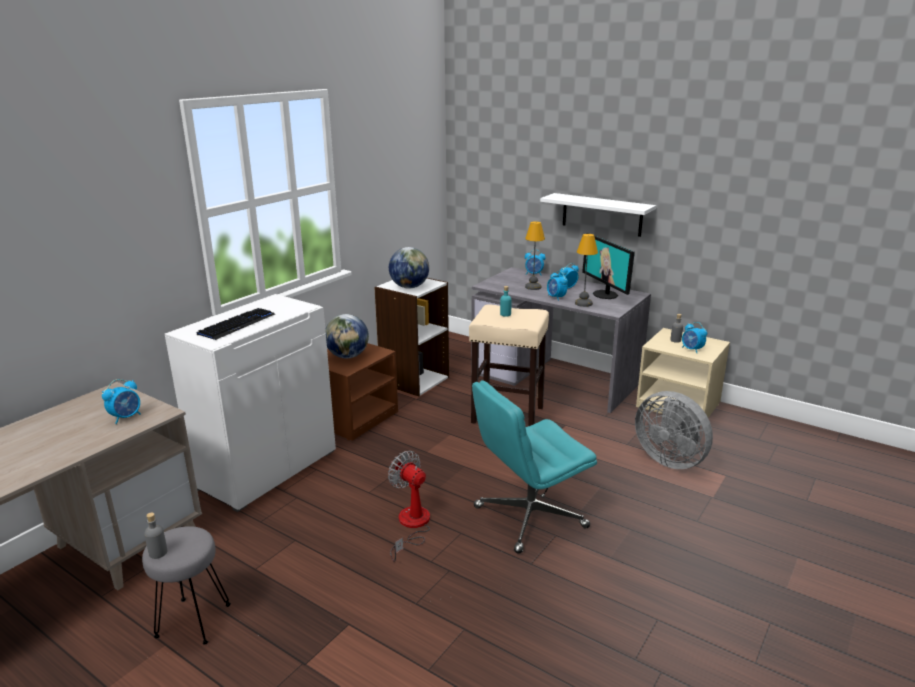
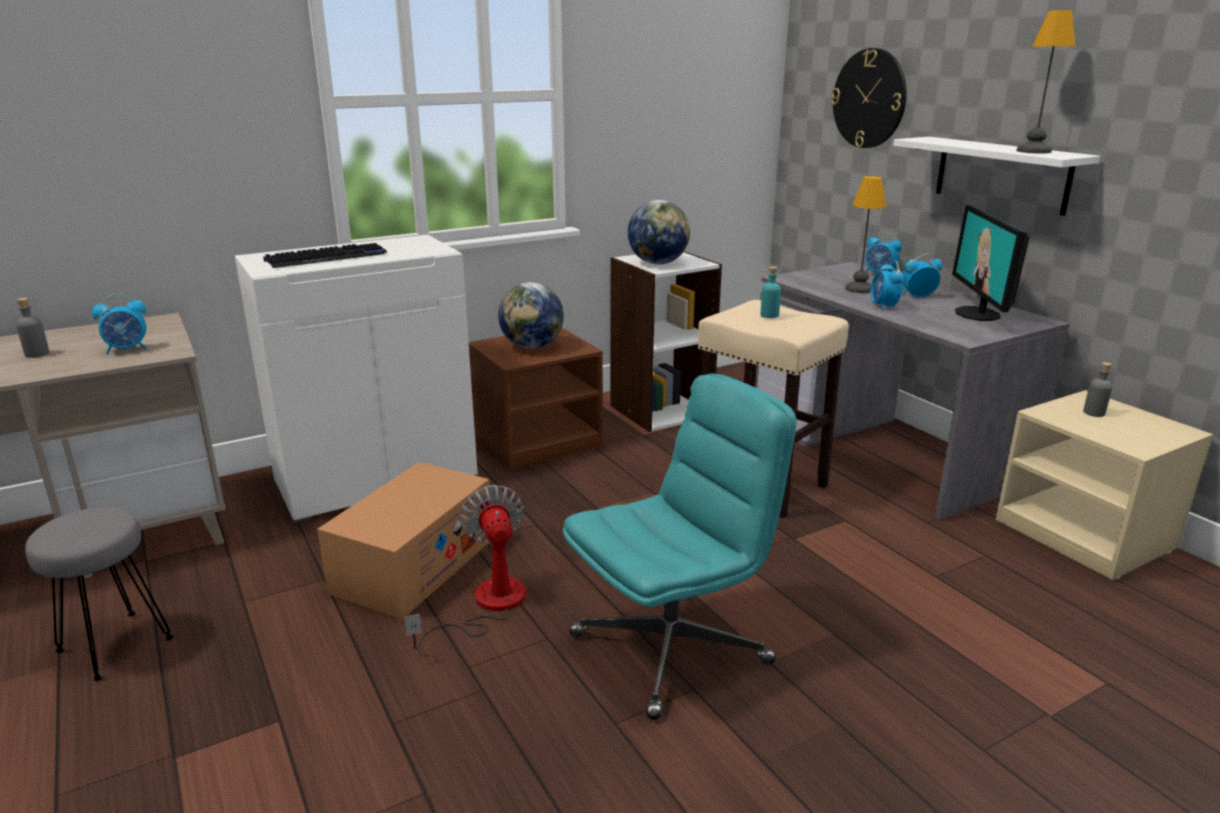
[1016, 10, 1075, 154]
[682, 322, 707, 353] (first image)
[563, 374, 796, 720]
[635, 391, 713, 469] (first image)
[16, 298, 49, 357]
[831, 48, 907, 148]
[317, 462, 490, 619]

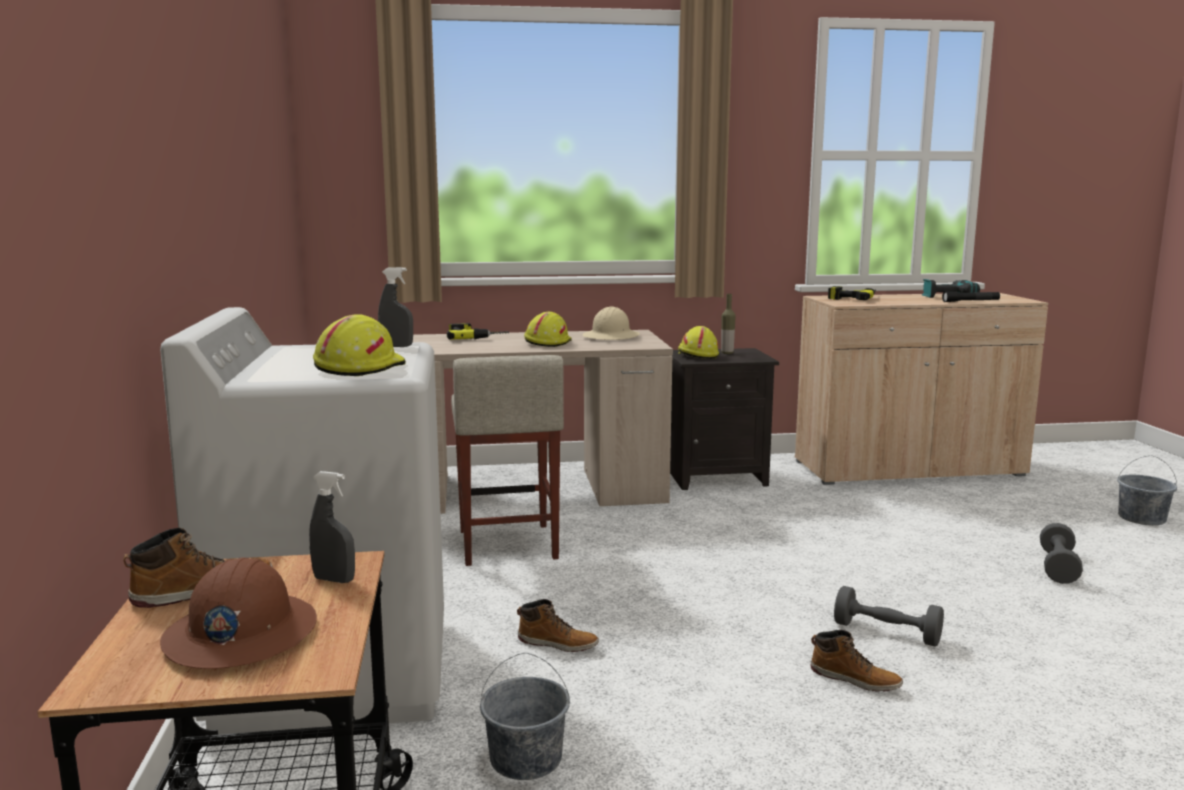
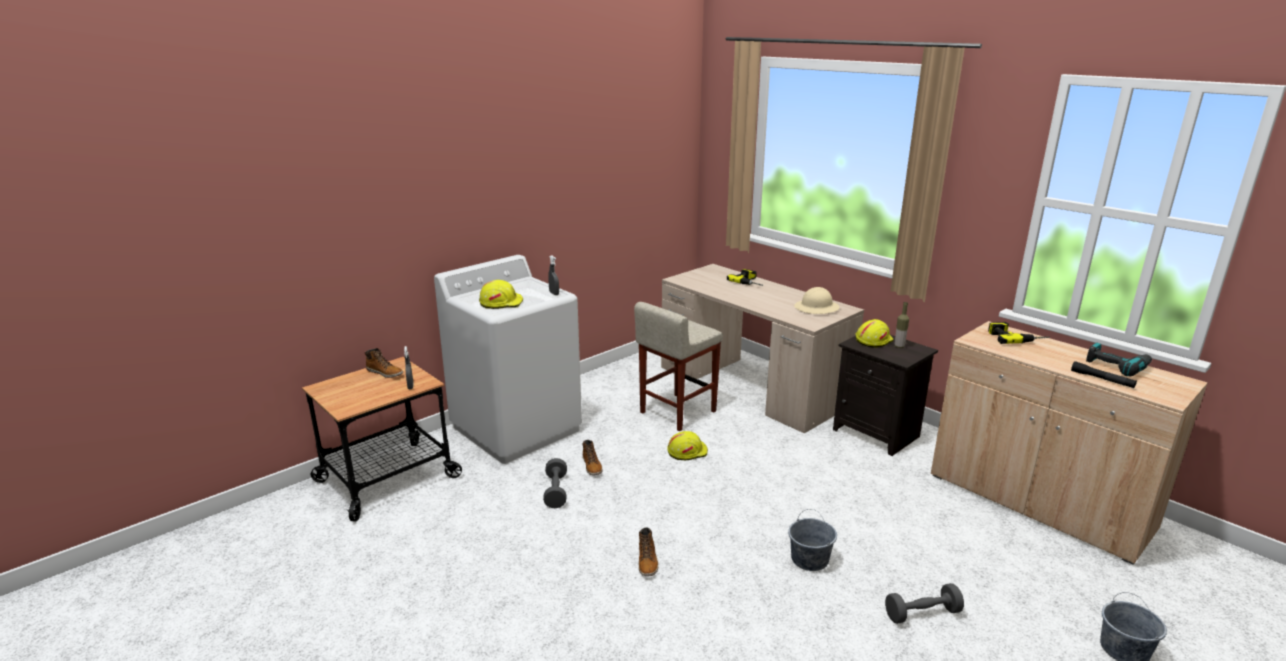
[667, 431, 708, 460]
[160, 558, 317, 669] (first image)
[543, 458, 567, 508]
[788, 509, 837, 571]

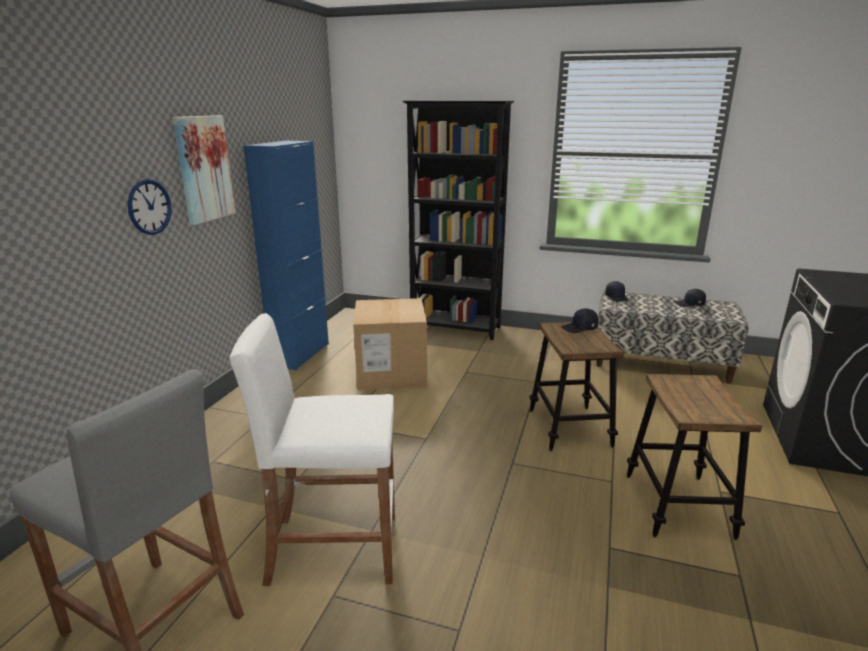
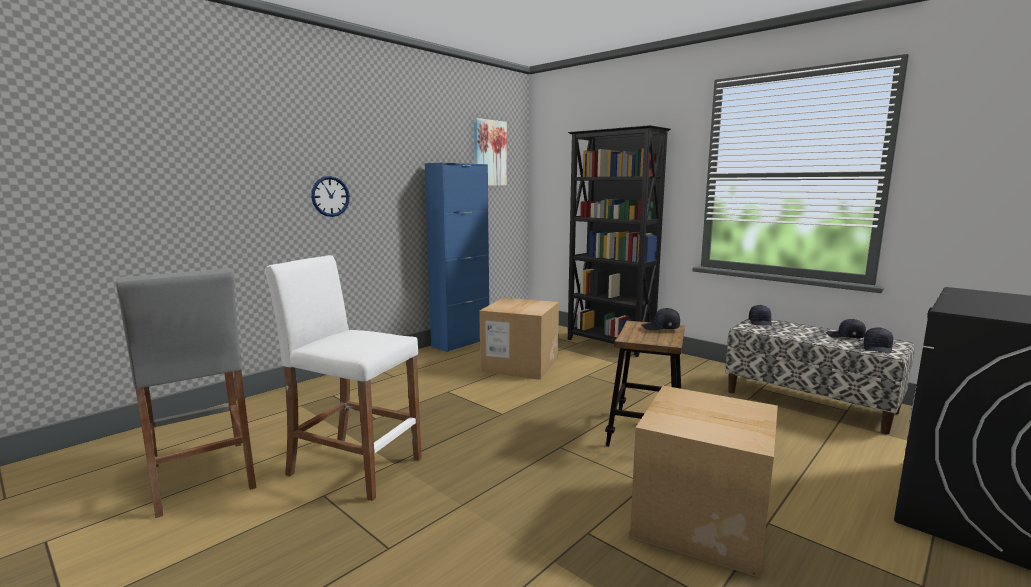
[474, 118, 507, 186]
[630, 386, 778, 578]
[864, 327, 893, 353]

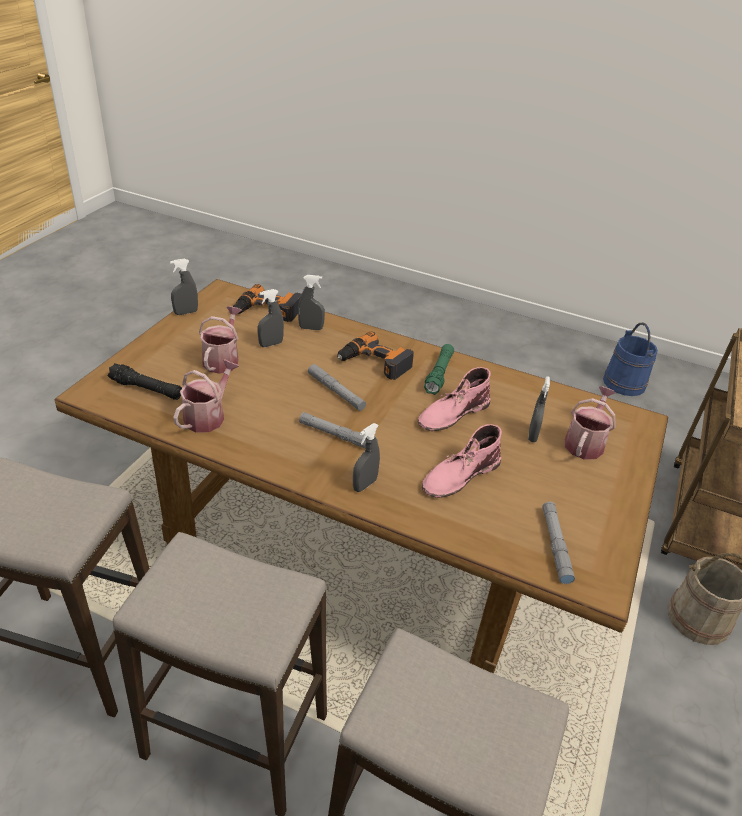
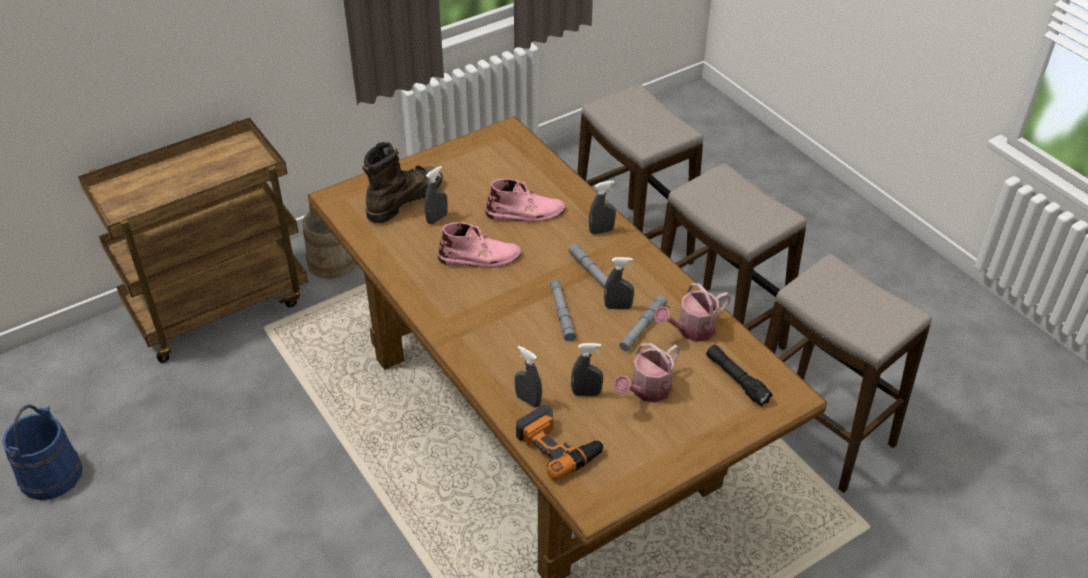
[604, 257, 634, 310]
[337, 332, 414, 380] (first image)
[424, 344, 454, 395] (first image)
[362, 142, 443, 224]
[619, 295, 667, 351]

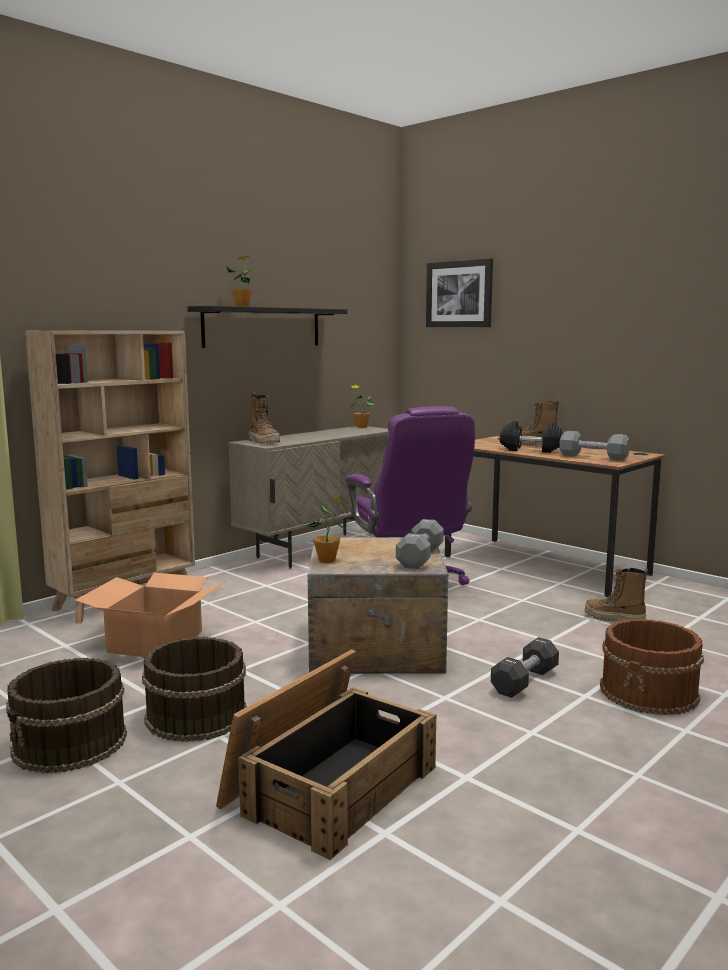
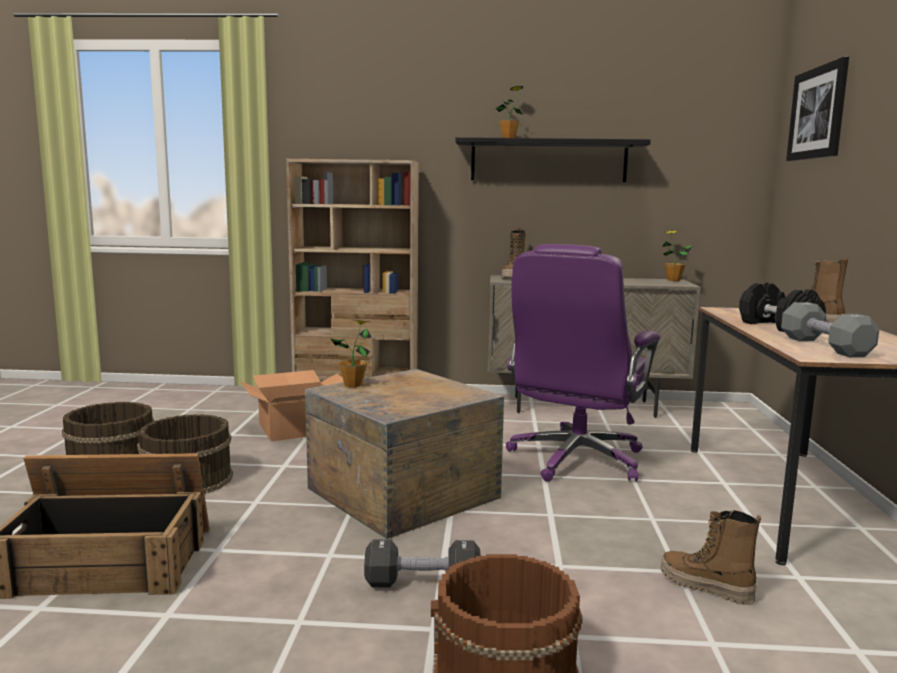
[396, 519, 444, 569] (first image)
[660, 510, 761, 605]

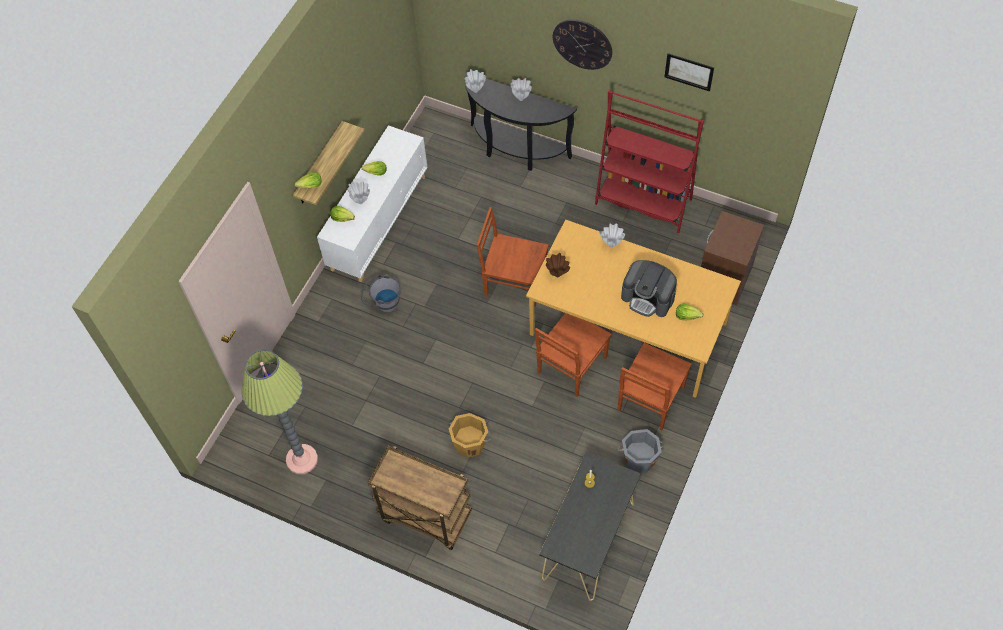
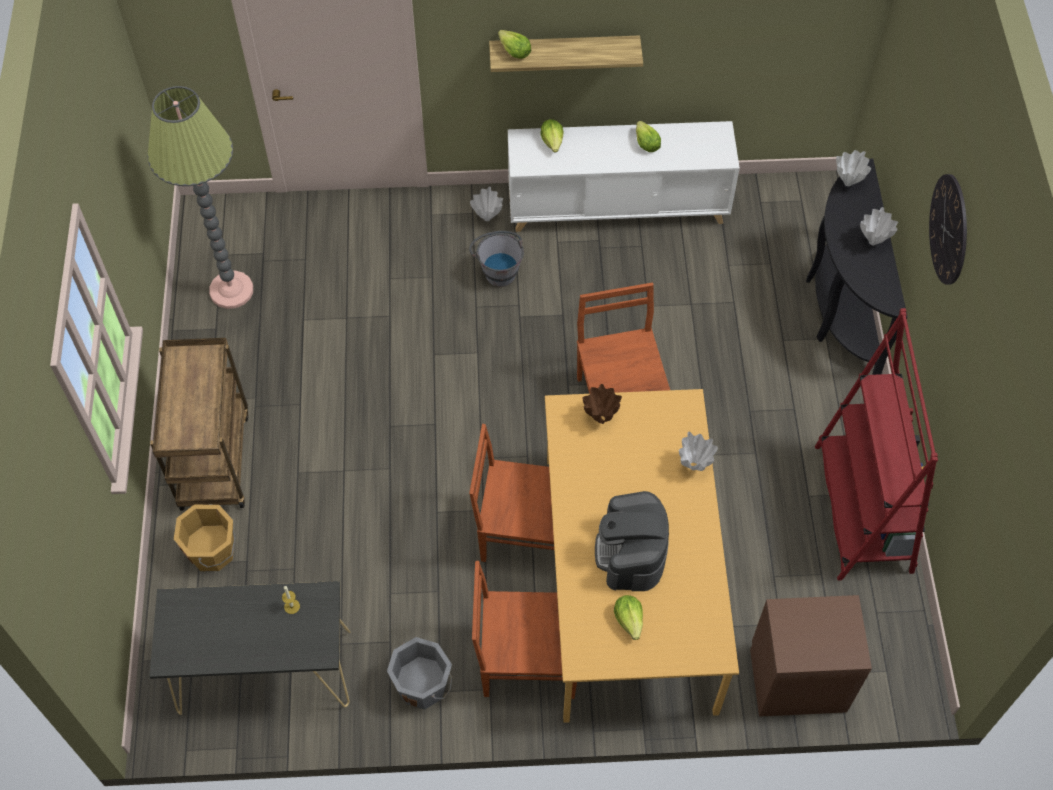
[664, 53, 714, 91] (first image)
[470, 186, 503, 221]
[174, 504, 236, 571]

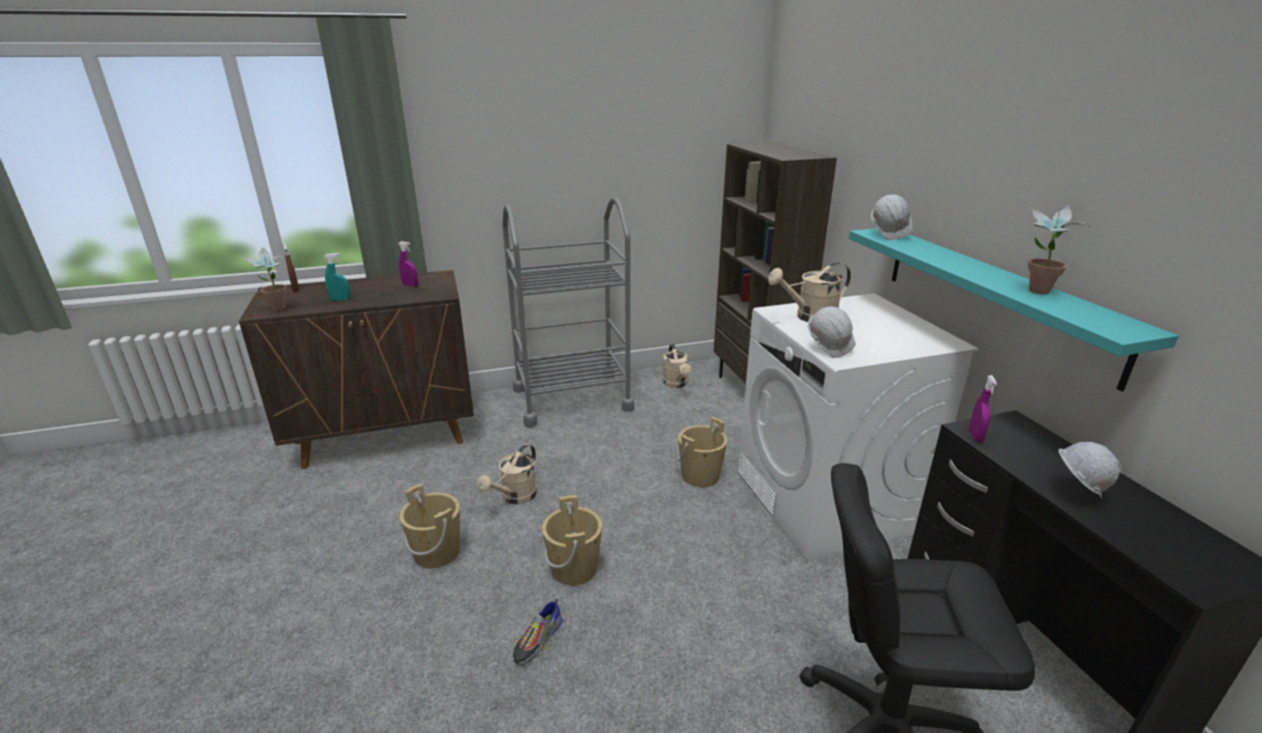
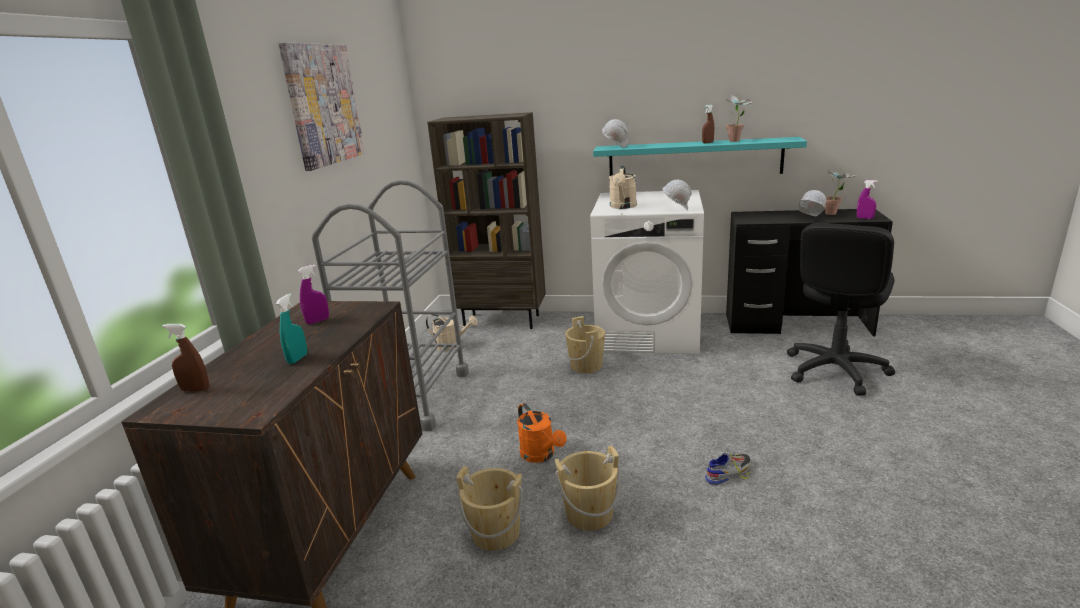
[825, 168, 856, 215]
[857, 180, 877, 219]
[517, 403, 567, 463]
[456, 466, 523, 551]
[705, 452, 751, 485]
[278, 42, 365, 171]
[702, 104, 714, 143]

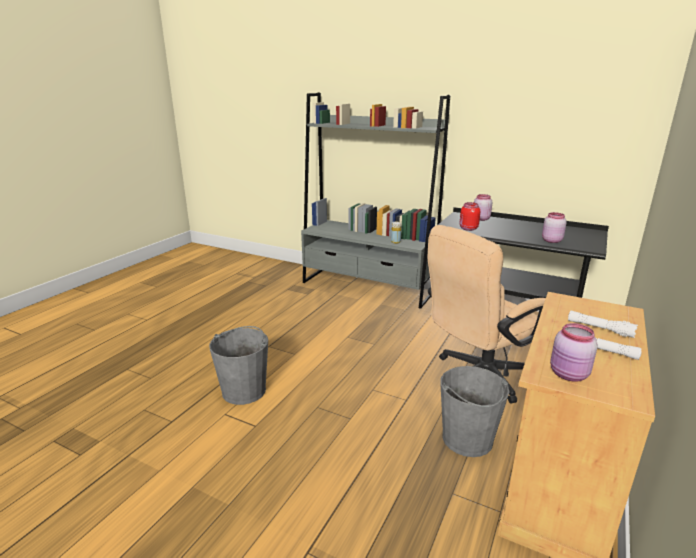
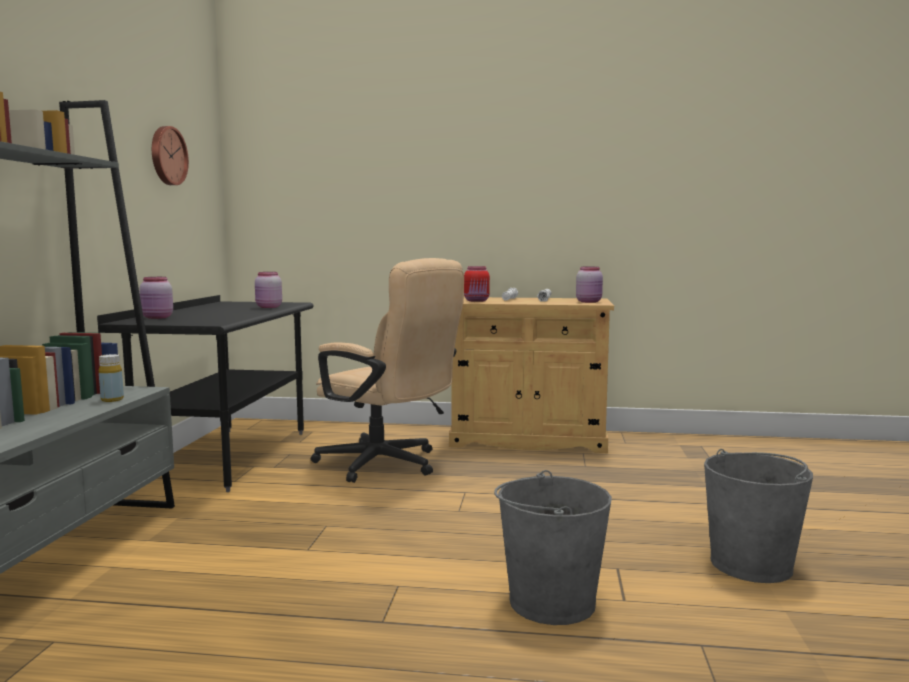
[464, 266, 490, 302]
[704, 449, 813, 583]
[152, 126, 189, 185]

